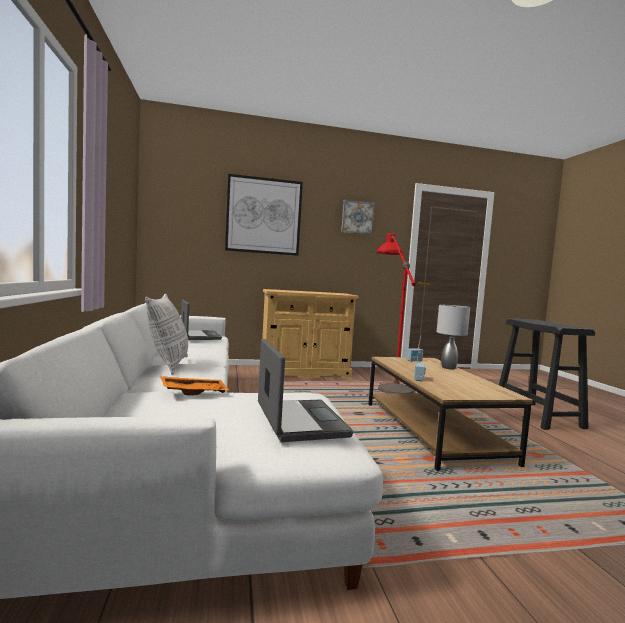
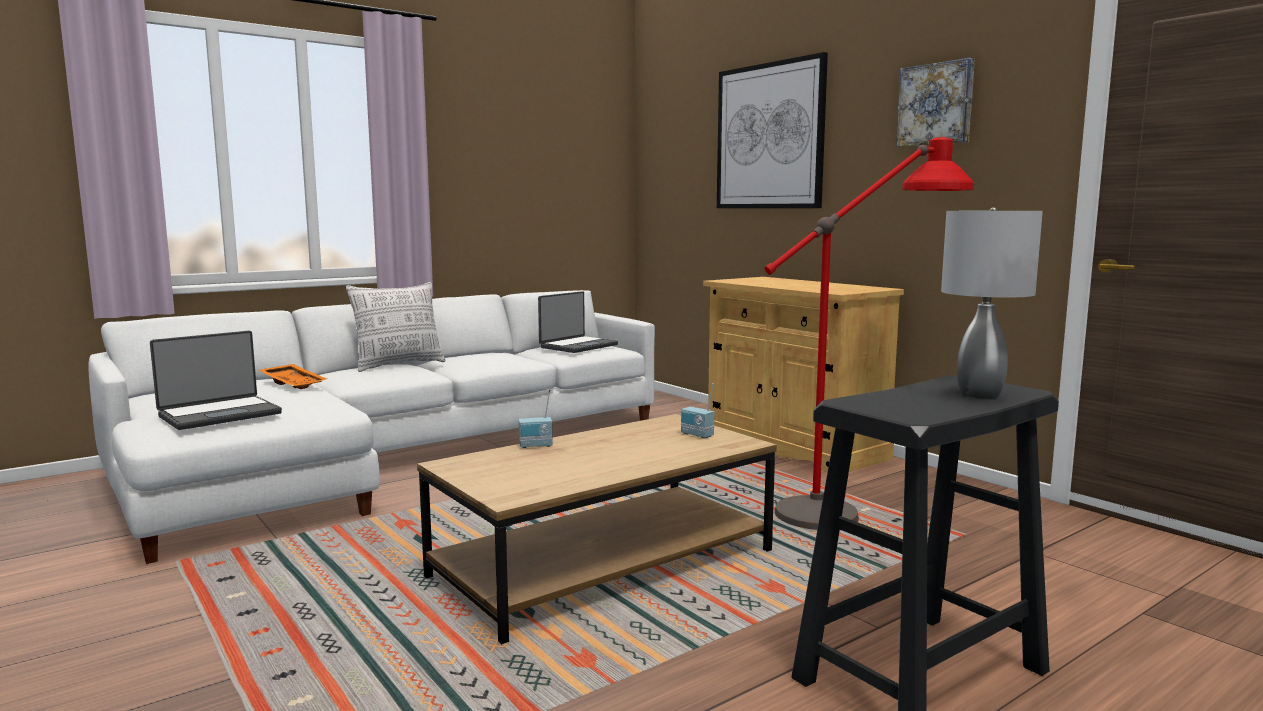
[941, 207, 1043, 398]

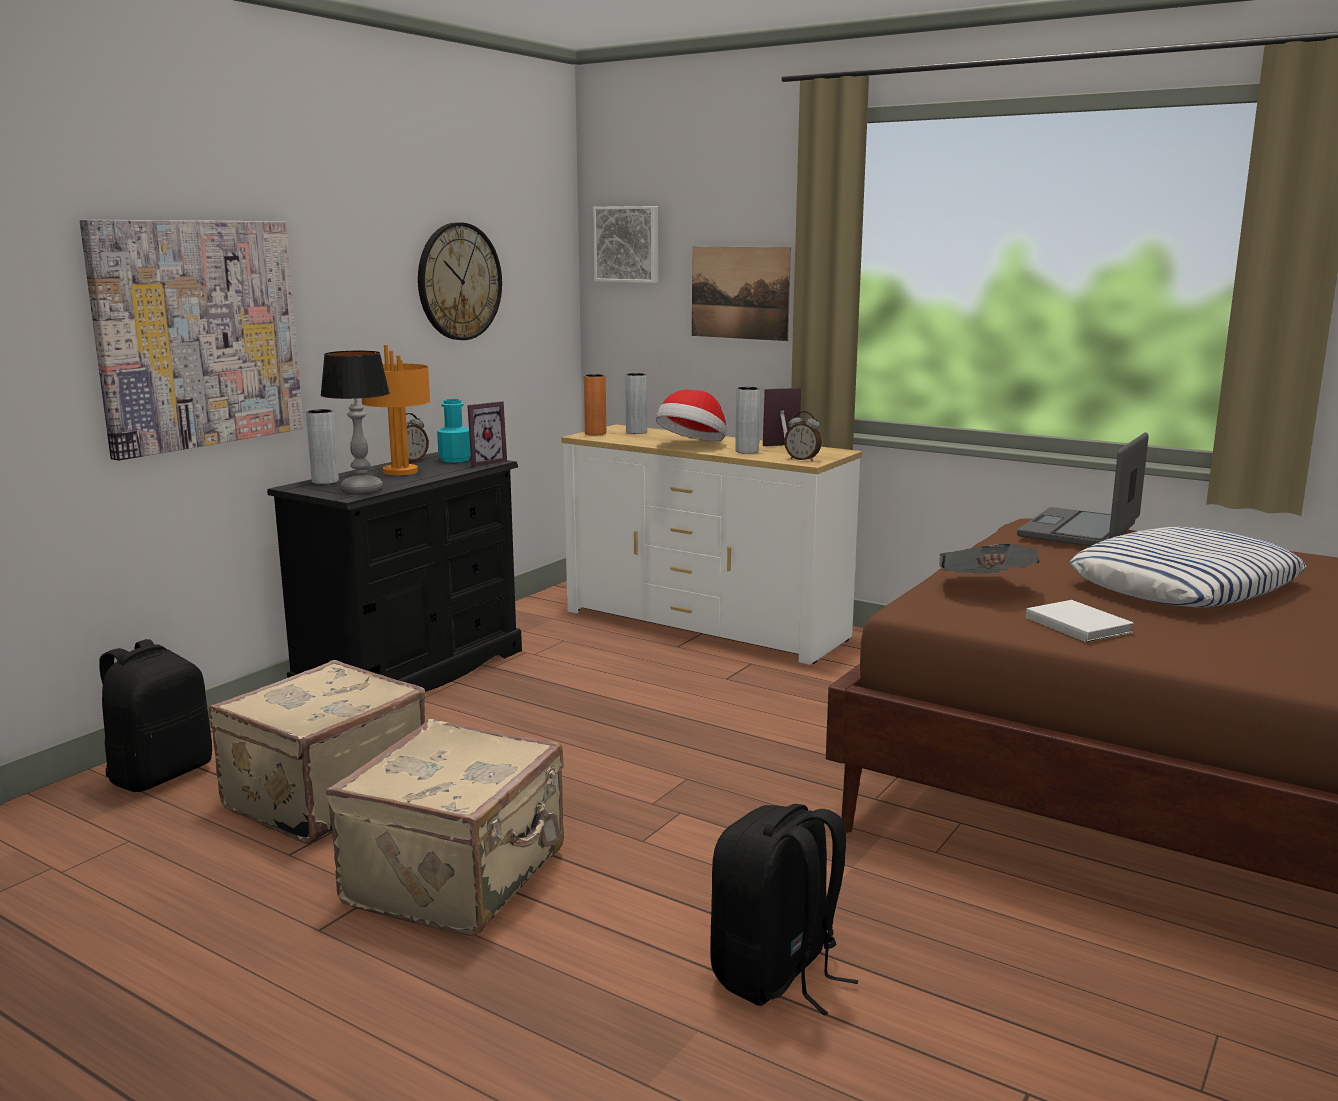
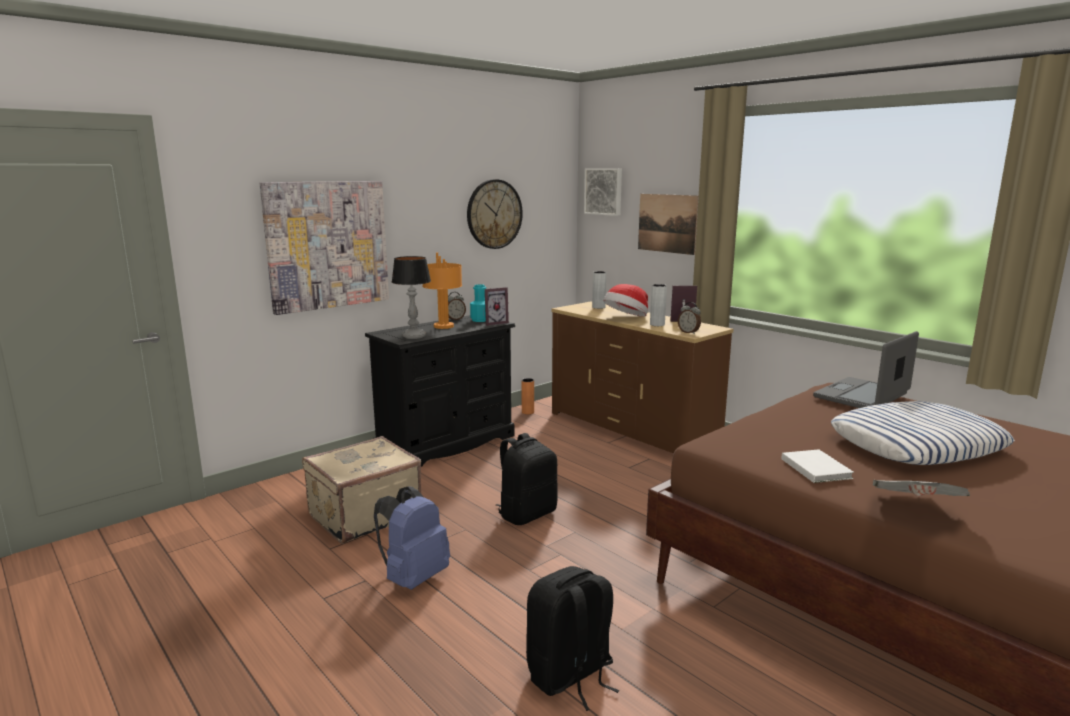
[521, 378, 534, 414]
[306, 409, 339, 484] (first image)
[552, 302, 733, 453]
[873, 480, 970, 497]
[496, 433, 557, 525]
[374, 486, 450, 590]

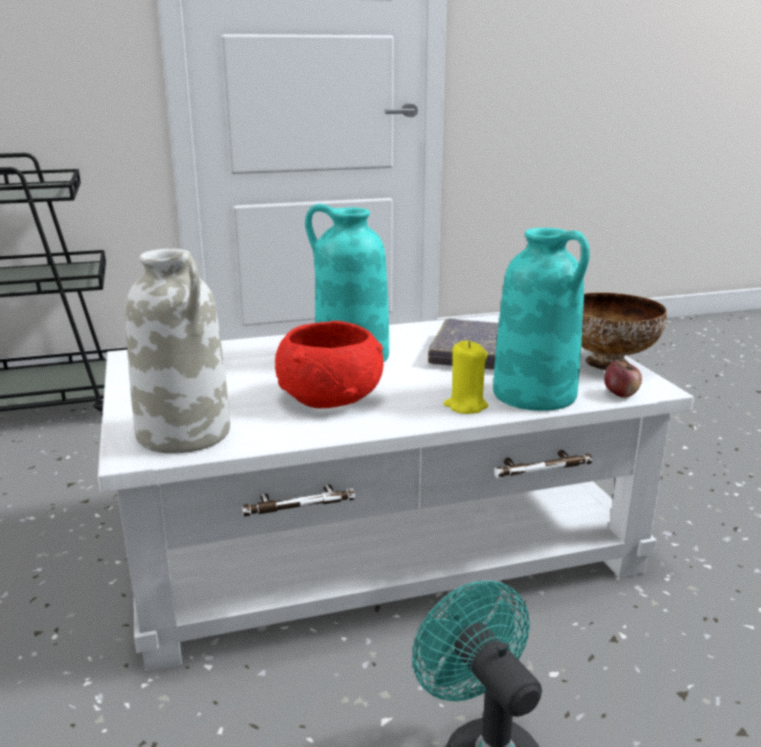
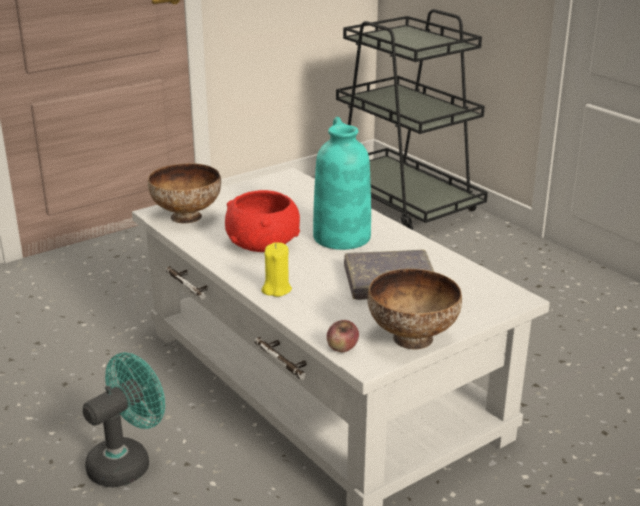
[493, 228, 590, 411] (first image)
[148, 163, 221, 223]

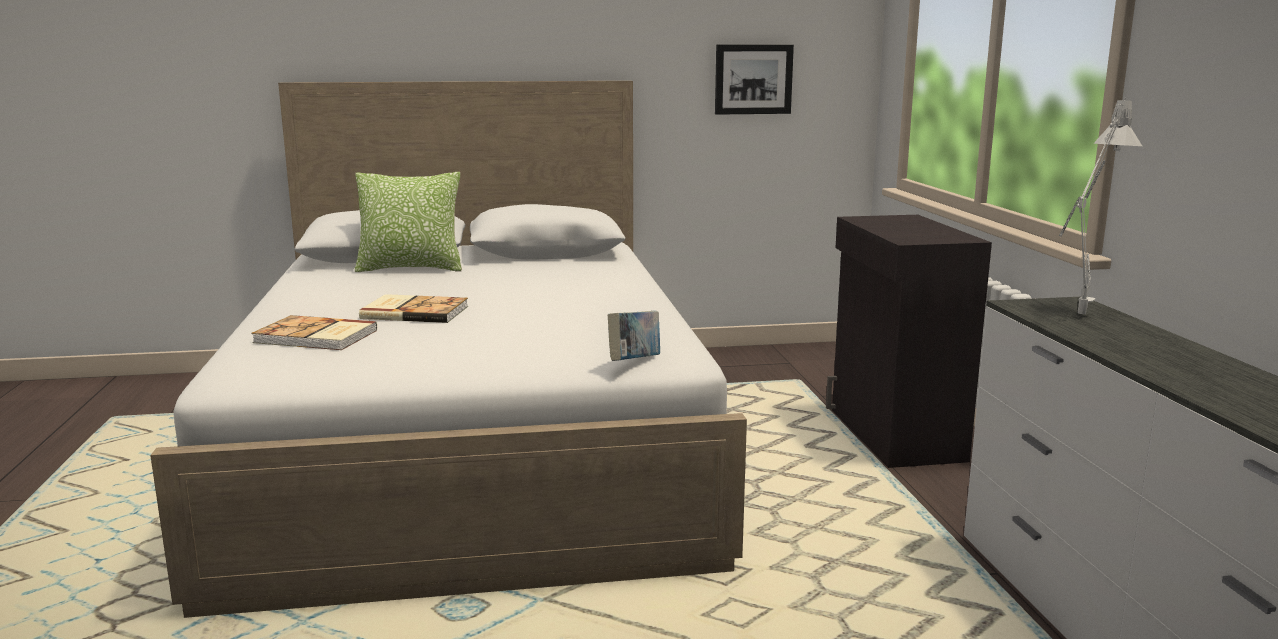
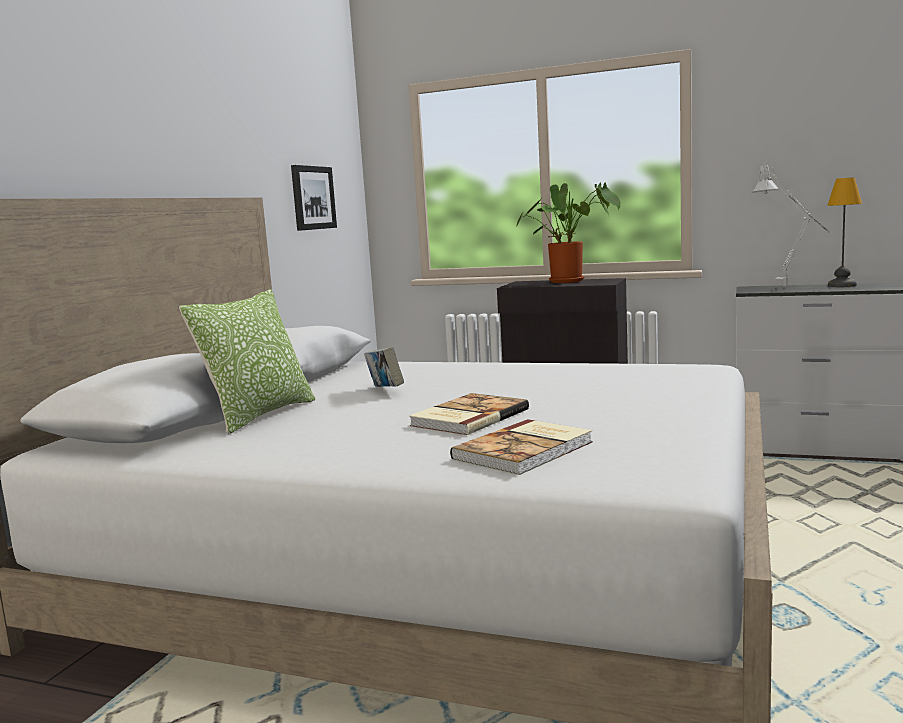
[364, 347, 404, 387]
[827, 177, 862, 287]
[517, 183, 621, 283]

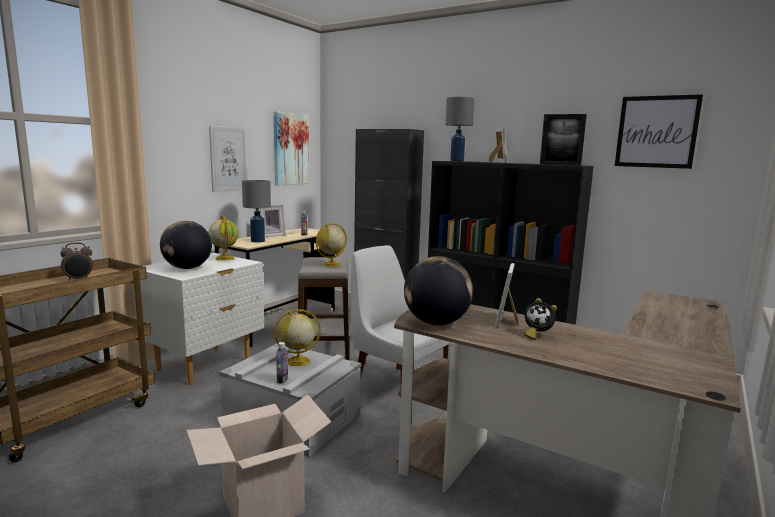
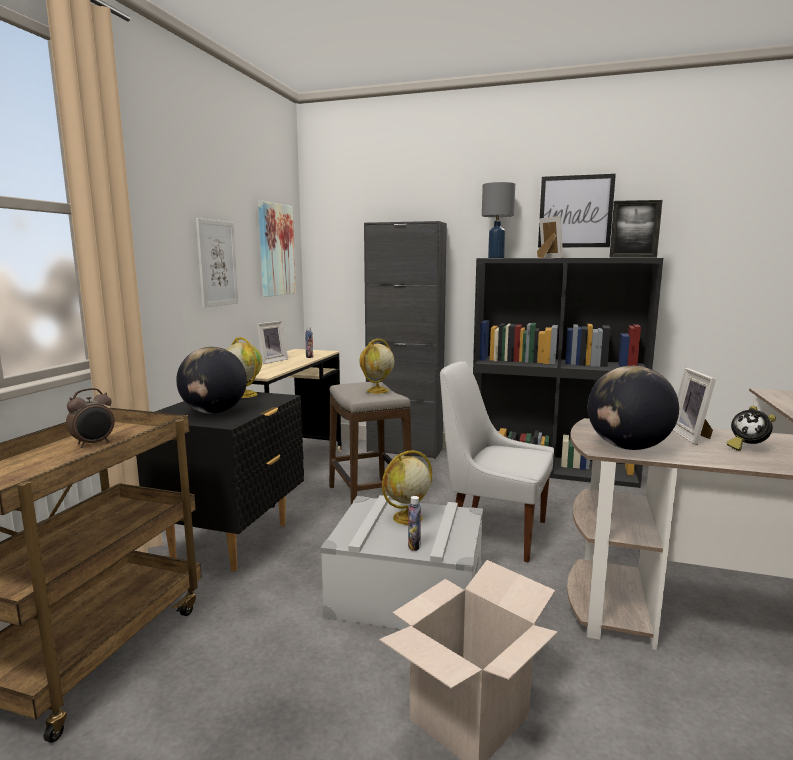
[538, 174, 616, 248]
[242, 180, 271, 243] (first image)
[136, 392, 304, 572]
[727, 406, 776, 451]

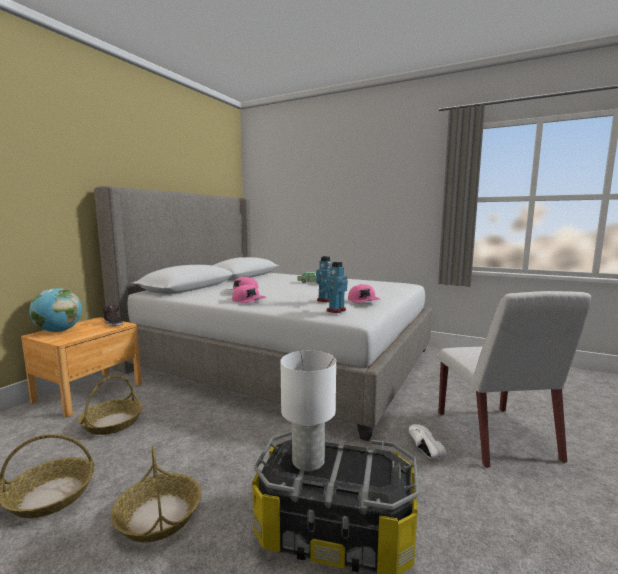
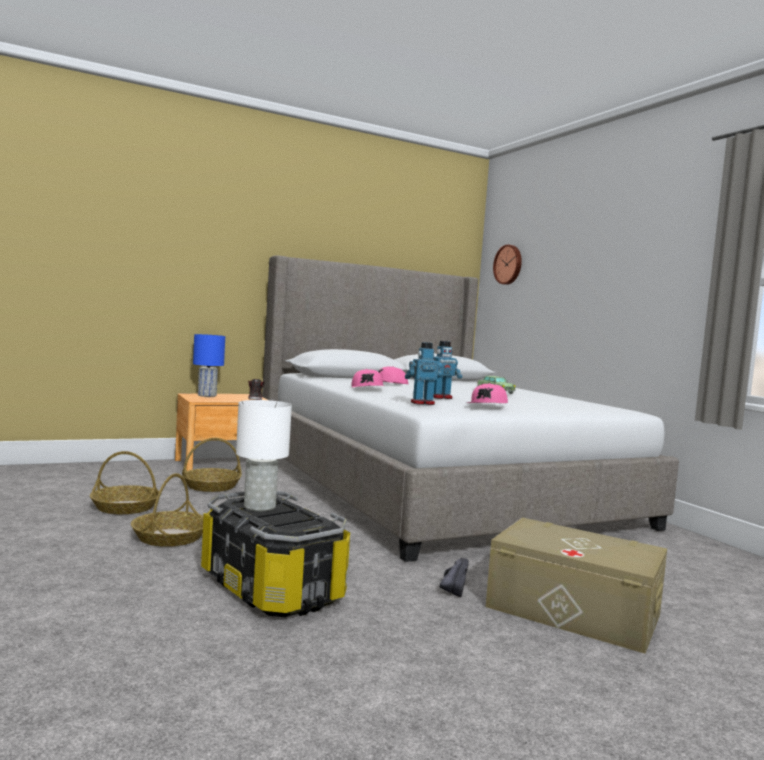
[193, 334, 225, 397]
[486, 517, 667, 654]
[440, 558, 469, 597]
[493, 244, 522, 285]

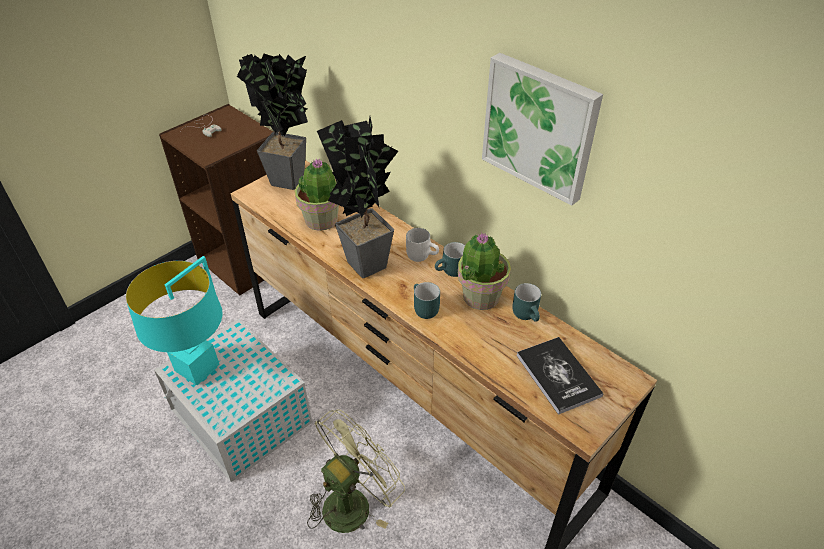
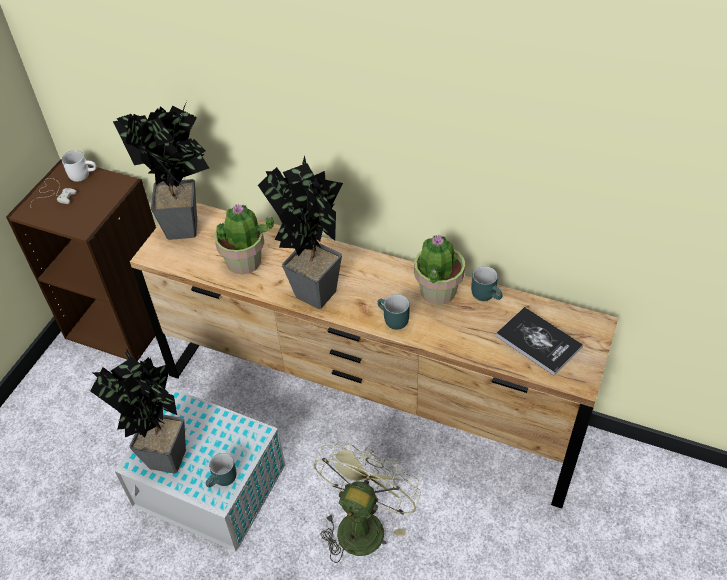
[482, 53, 603, 206] (first image)
[62, 150, 97, 182]
[206, 453, 237, 488]
[90, 349, 186, 474]

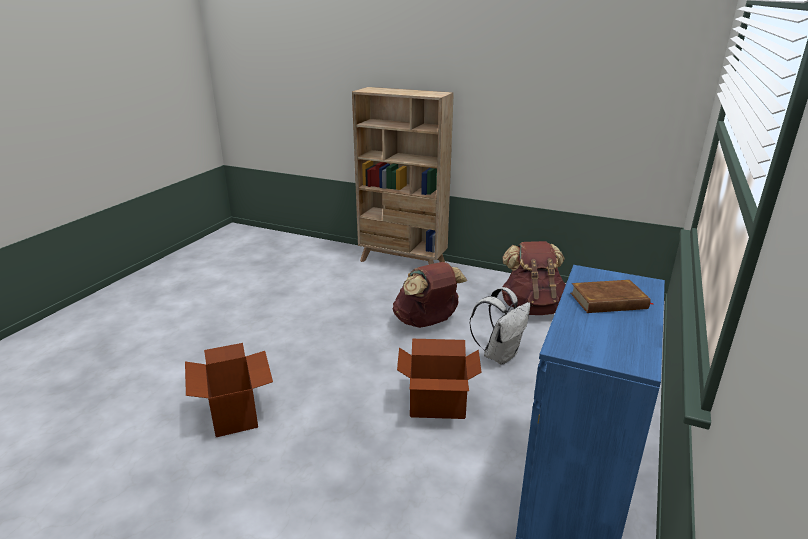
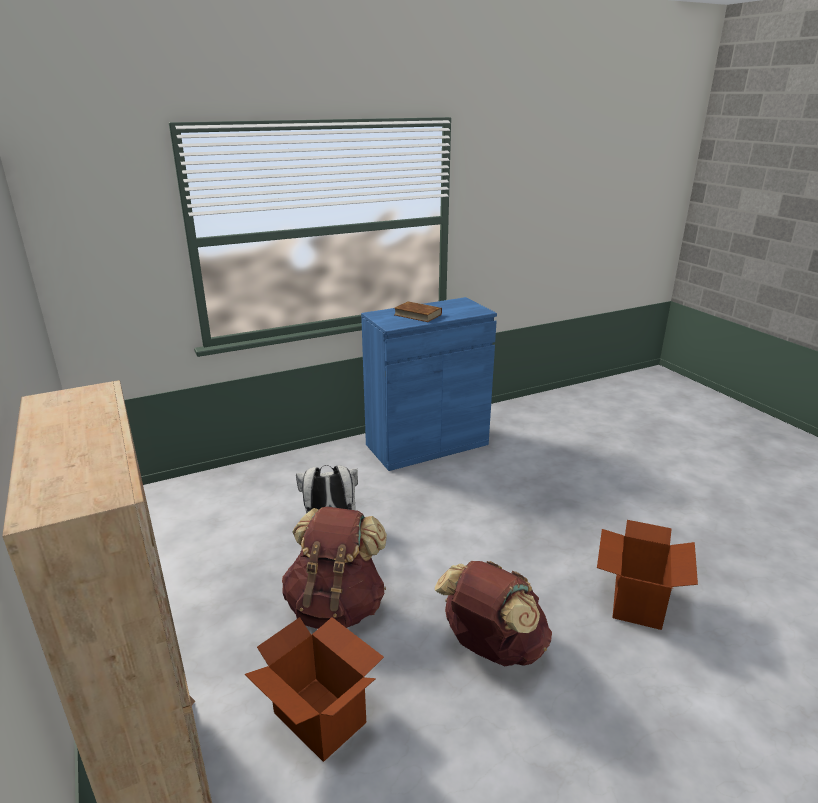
[435, 561, 552, 666]
[245, 617, 384, 762]

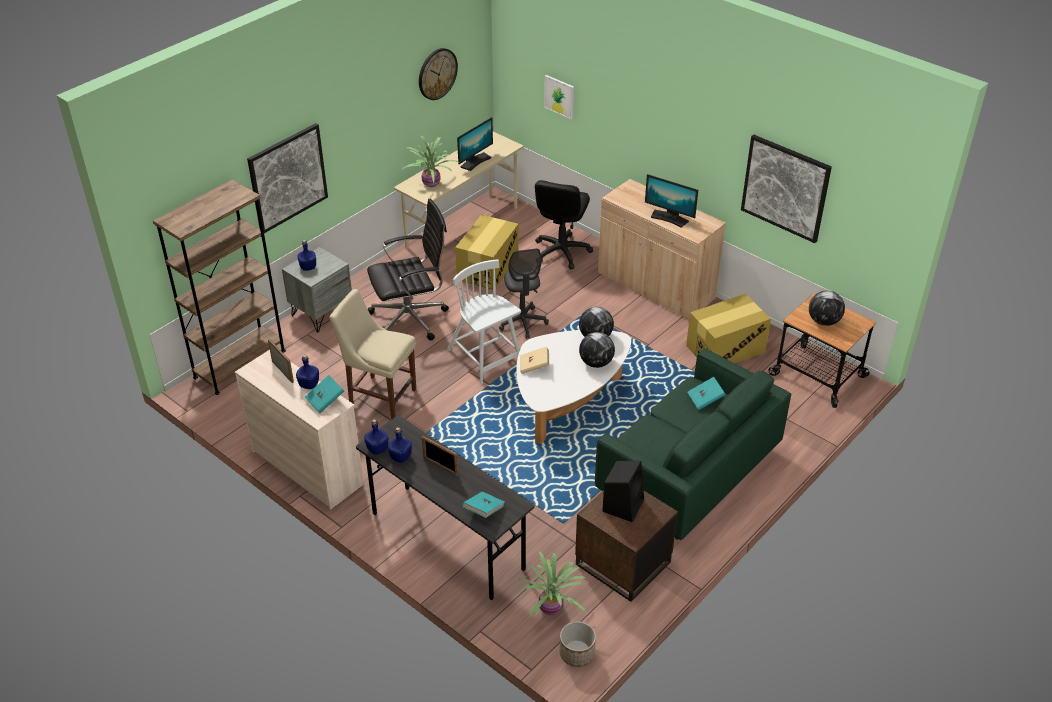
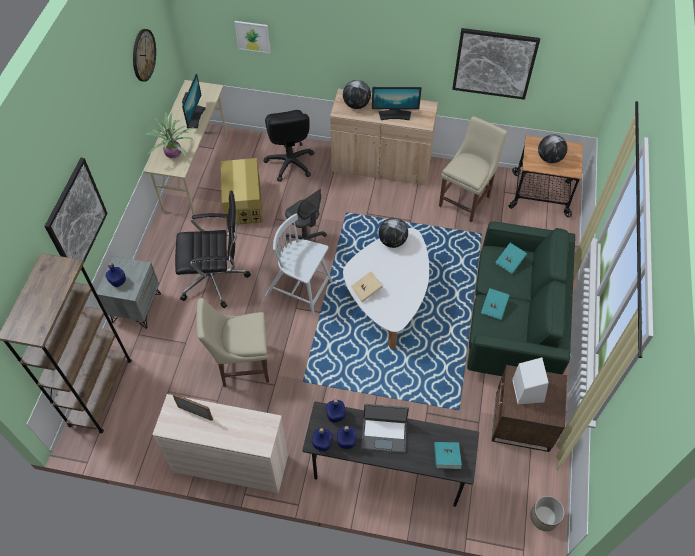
[175, 190, 251, 308]
[439, 116, 507, 222]
[343, 80, 371, 109]
[326, 399, 346, 422]
[481, 288, 510, 320]
[361, 404, 409, 453]
[512, 357, 549, 404]
[518, 551, 588, 617] (first image)

